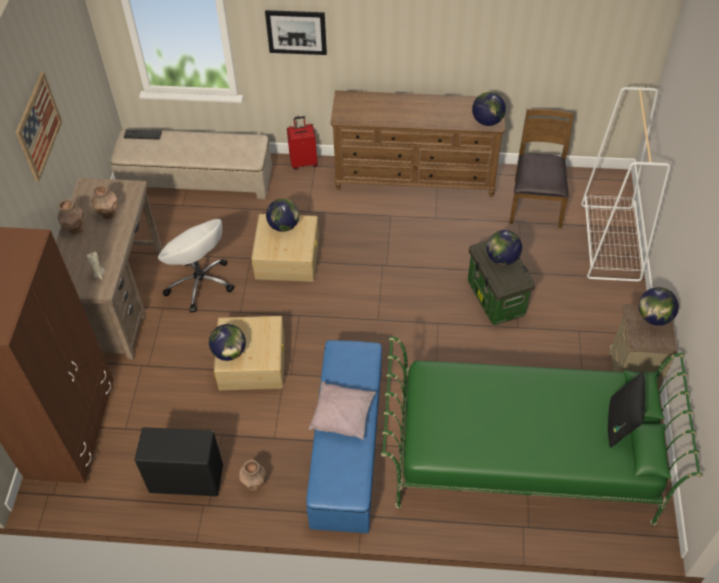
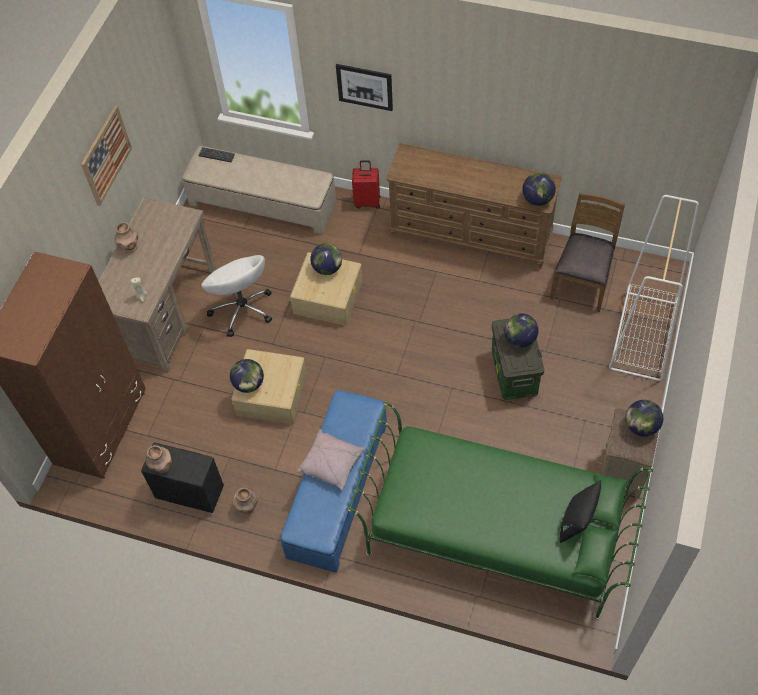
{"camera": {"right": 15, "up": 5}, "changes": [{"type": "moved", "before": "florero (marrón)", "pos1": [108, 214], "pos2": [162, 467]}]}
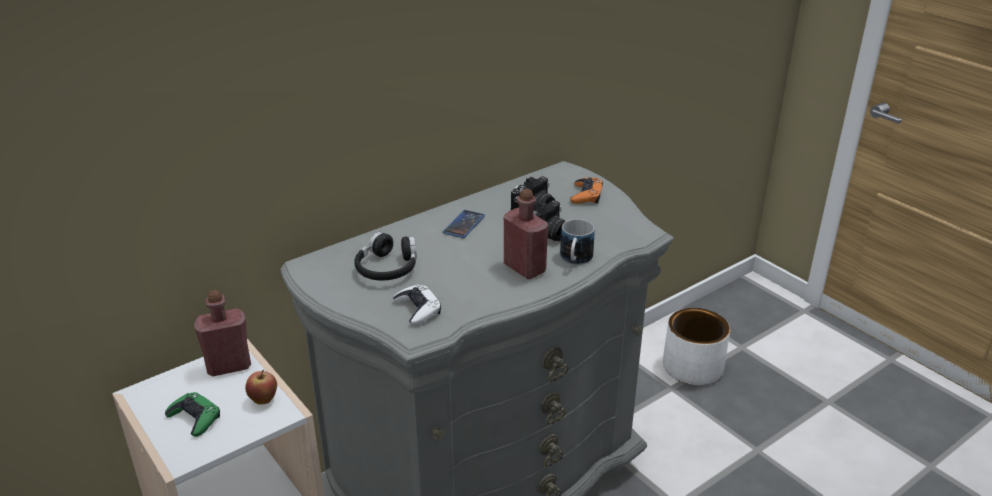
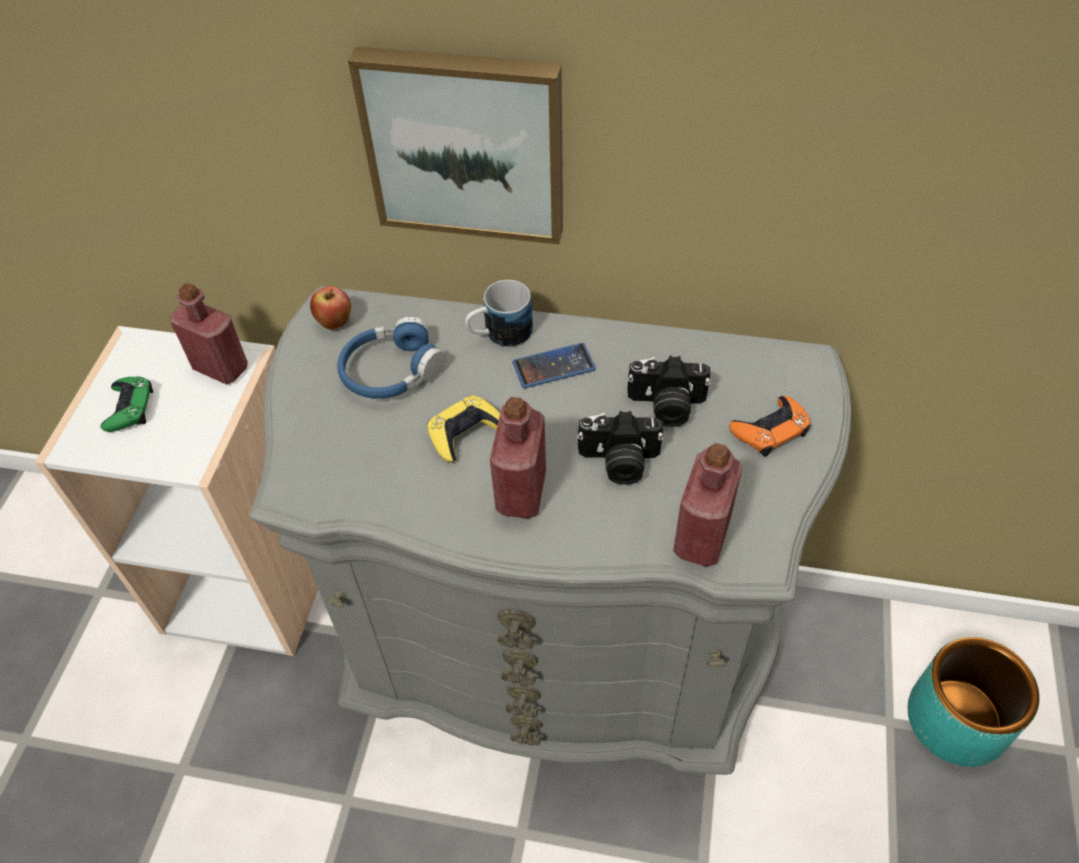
{"camera": {"right": 50, "up": 20}, "changes": [{"type": "moved", "before": "taza grande", "pos1": [575, 260], "pos2": [499, 335]}, {"type": "recoloured", "before": "auriculares (negro)", "after": "auriculares (azul)", "pos1": [387, 268], "pos2": [391, 371]}, {"type": "removed", "before": "mando de consola (blanco)", "pos1": [418, 309]}, {"type": "recoloured", "before": "maceta (blanco)", "after": "maceta (turquesa)", "pos1": [693, 367], "pos2": [957, 720]}, {"type": "moved", "before": "manzana", "pos1": [264, 400], "pos2": [335, 323]}, {"type": "added", "after": "cuadro", "pos2": [466, 143]}, {"type": "added", "after": "mando de consola (amarillo)", "pos2": [465, 433]}, {"type": "added", "after": "botella (rojo)", "pos2": [701, 537]}]}
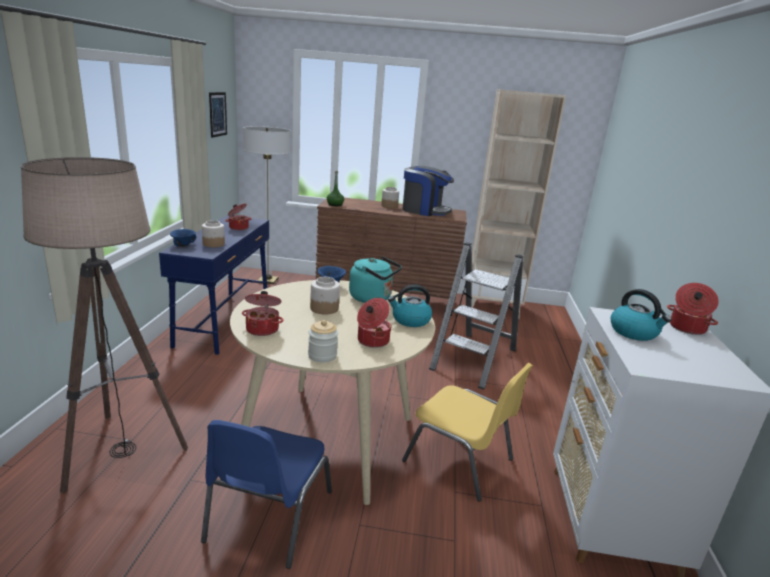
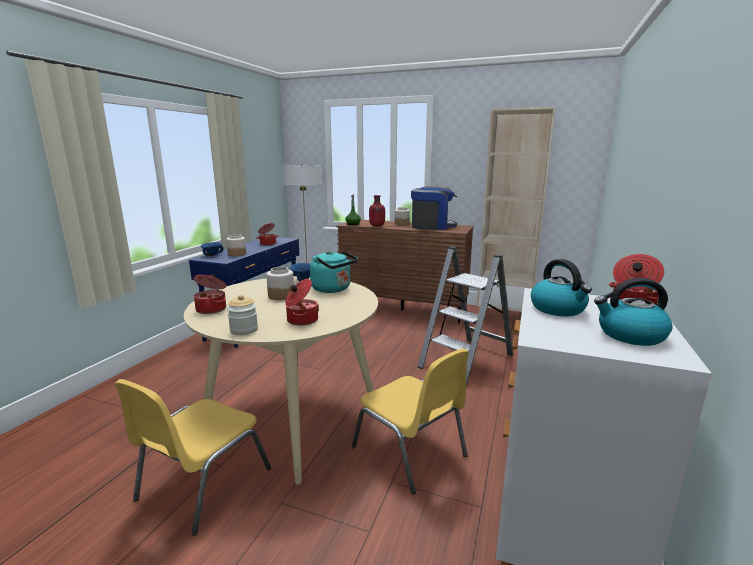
{"camera": {"right": 15, "up": -5}, "changes": [{"type": "removed", "before": "cuadro", "pos1": [217, 114]}, {"type": "removed", "before": "lámpara de pie", "pos1": [120, 450]}, {"type": "turned", "before": "cafetera", "pos1": [424, 211], "pos2": [432, 226], "turn": -45}, {"type": "moved", "before": "hervidor", "pos1": [410, 320], "pos2": [630, 335]}, {"type": "recoloured", "before": "silla (azul)", "after": "silla (amarillo)", "pos1": [267, 516], "pos2": [202, 484]}, {"type": "added", "after": "botella (rojo)", "pos2": [377, 226]}]}
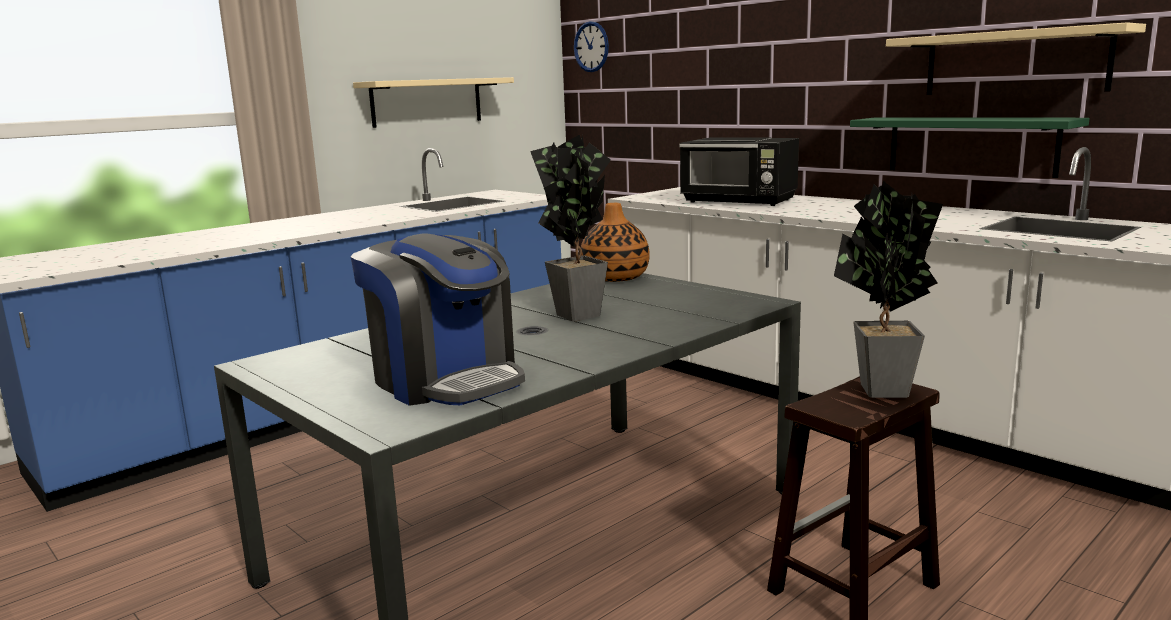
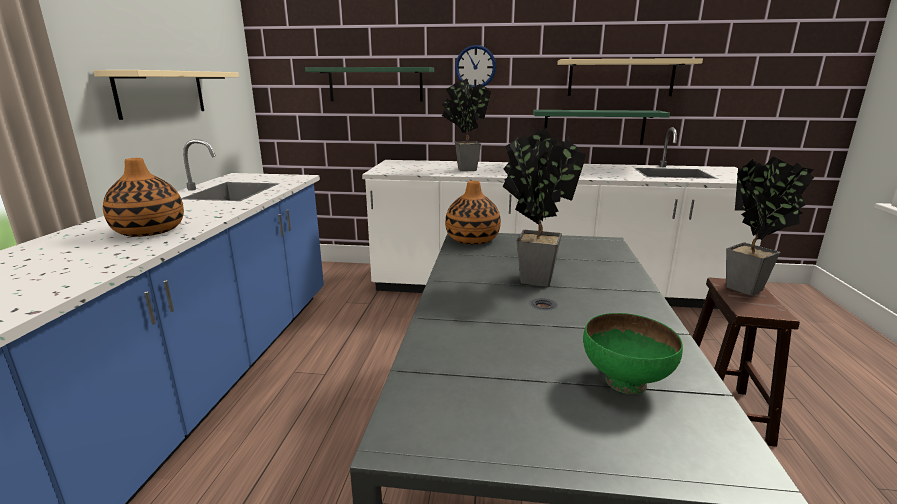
{"camera": {"right": -40, "up": 5}, "changes": [{"type": "moved", "before": "reloj de pared", "pos1": [591, 47], "pos2": [475, 67]}, {"type": "replaced", "before": "microondas (negro)", "after": "planta en maceta", "pos1": [739, 201], "pos2": [463, 169]}, {"type": "replaced", "before": "cafetera", "after": "cuenco (verde)", "pos1": [446, 380], "pos2": [624, 382]}, {"type": "added", "after": "estante (verde)", "pos2": [375, 84]}, {"type": "added", "after": "florero", "pos2": [149, 231]}]}
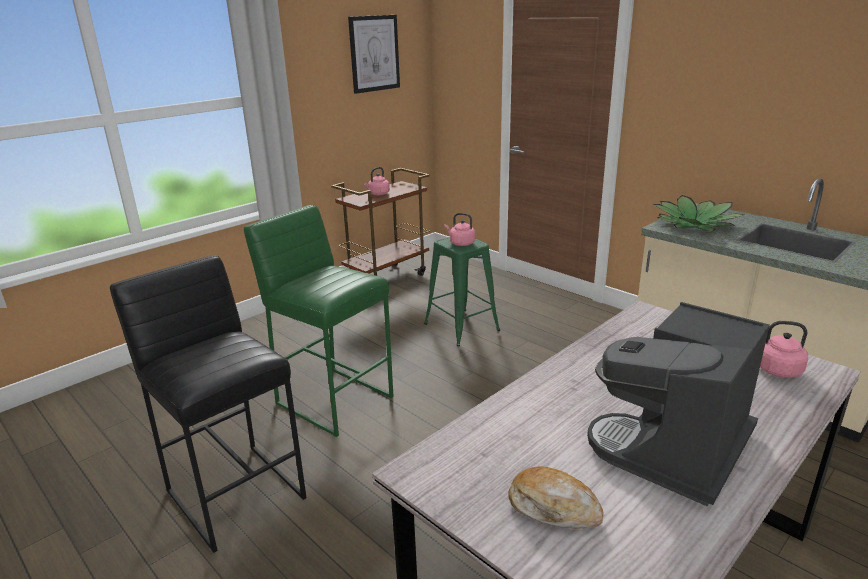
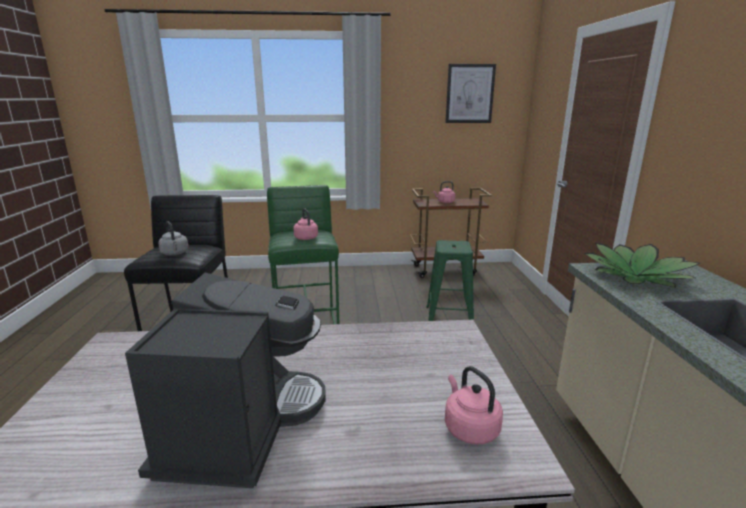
{"camera": {"right": 40, "up": -5}, "changes": [{"type": "moved", "before": "hervidor (rosa)", "pos1": [461, 243], "pos2": [305, 237]}, {"type": "turned", "before": "cafetera", "pos1": [675, 449], "pos2": [241, 425], "turn": 105}, {"type": "removed", "before": "pan", "pos1": [553, 507]}, {"type": "added", "after": "hervidor (gris)", "pos2": [175, 253]}]}
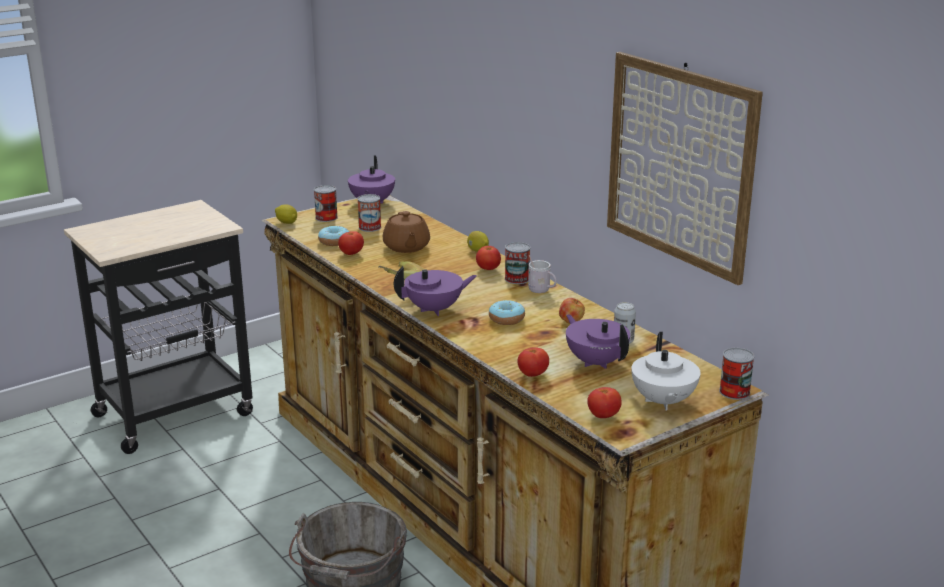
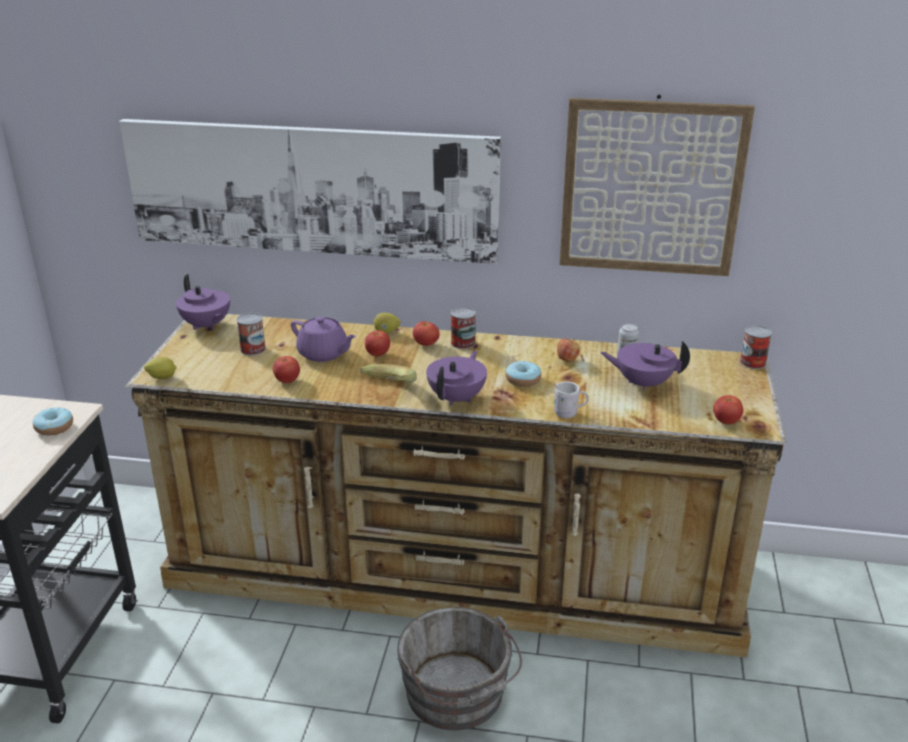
{"camera": {"right": -45, "up": 5}, "changes": [{"type": "removed", "before": "lata", "pos1": [326, 217]}, {"type": "recoloured", "before": "tetera (marrón)", "after": "tetera (morado)", "pos1": [406, 247], "pos2": [323, 354]}, {"type": "moved", "before": "rosquilla", "pos1": [334, 241], "pos2": [54, 427]}, {"type": "moved", "before": "taza grande (blanco)", "pos1": [541, 291], "pos2": [569, 413]}, {"type": "removed", "before": "tetera (blanco)", "pos1": [662, 402]}, {"type": "moved", "before": "tomate", "pos1": [533, 374], "pos2": [377, 354]}, {"type": "added", "after": "cuadro", "pos2": [311, 189]}]}
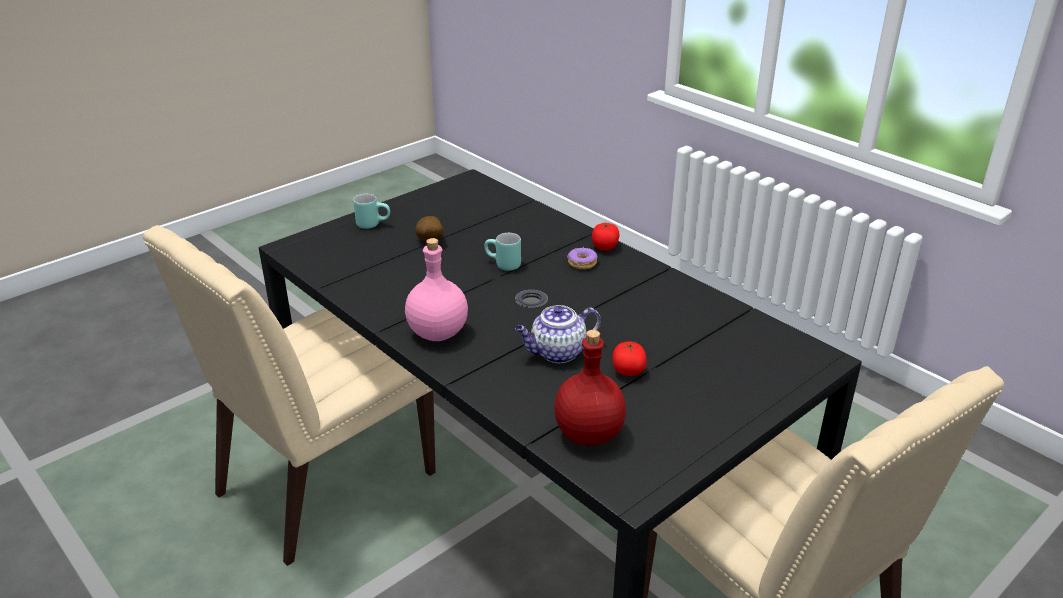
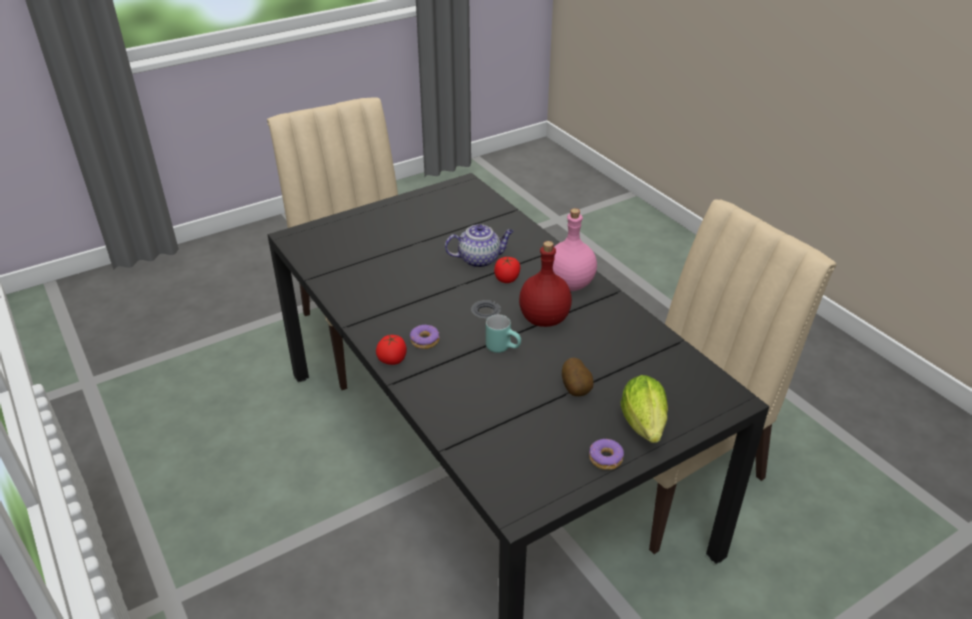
{"camera": {"right": -170, "up": 5}, "changes": [{"type": "replaced", "before": "taza grande (turquesa)", "after": "lechuga", "pos1": [373, 224], "pos2": [644, 427]}, {"type": "moved", "before": "botella (rojo)", "pos1": [589, 433], "pos2": [544, 319]}, {"type": "moved", "before": "tomate", "pos1": [628, 371], "pos2": [507, 279]}, {"type": "added", "after": "rosquilla", "pos2": [605, 459]}]}
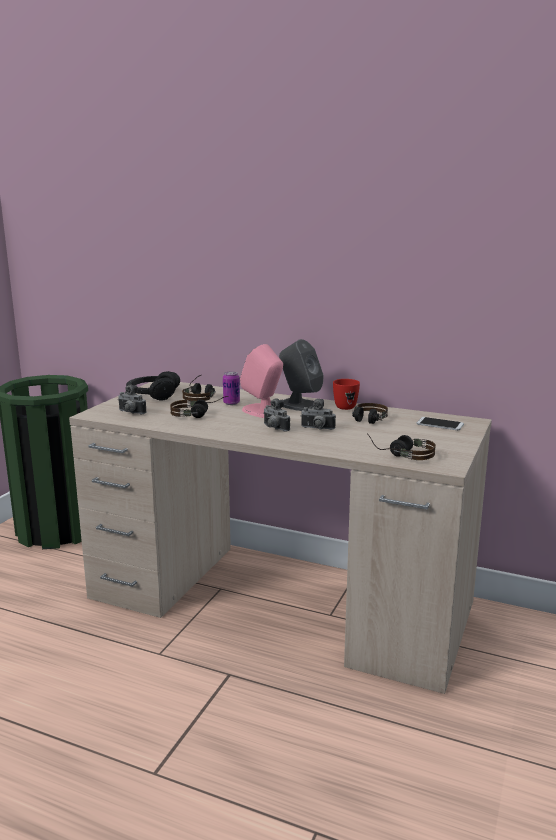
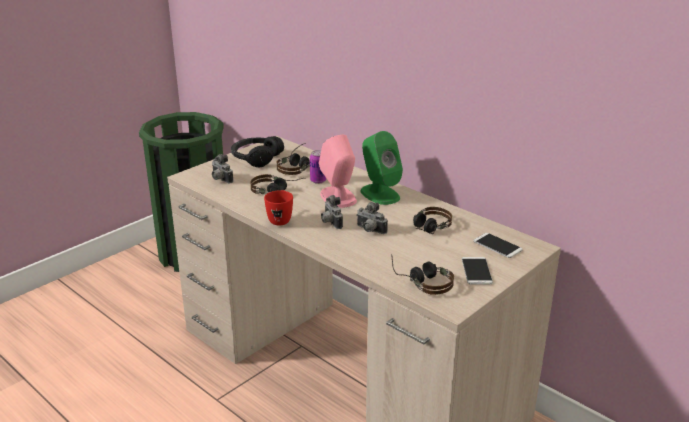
{"camera": {"right": 20, "up": 10}, "changes": [{"type": "recoloured", "before": "altavoz (gris)", "after": "altavoz (verde)", "pos1": [299, 405], "pos2": [379, 194]}, {"type": "moved", "before": "taza grande (rojo)", "pos1": [343, 406], "pos2": [280, 219]}, {"type": "added", "after": "móvil", "pos2": [476, 271]}]}
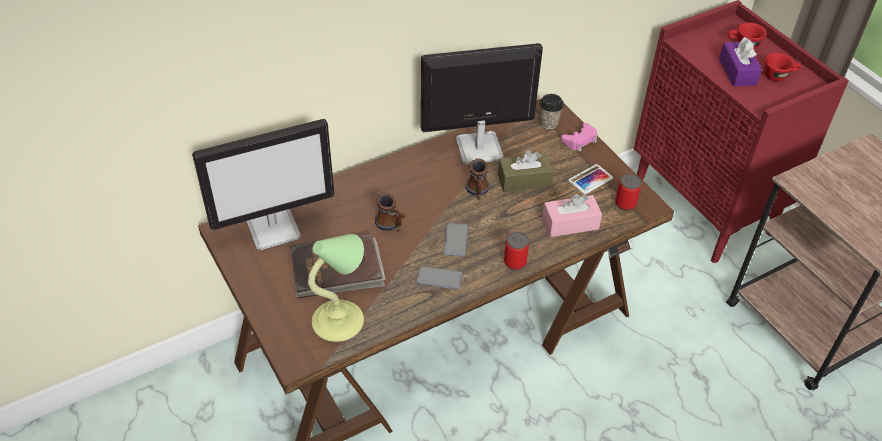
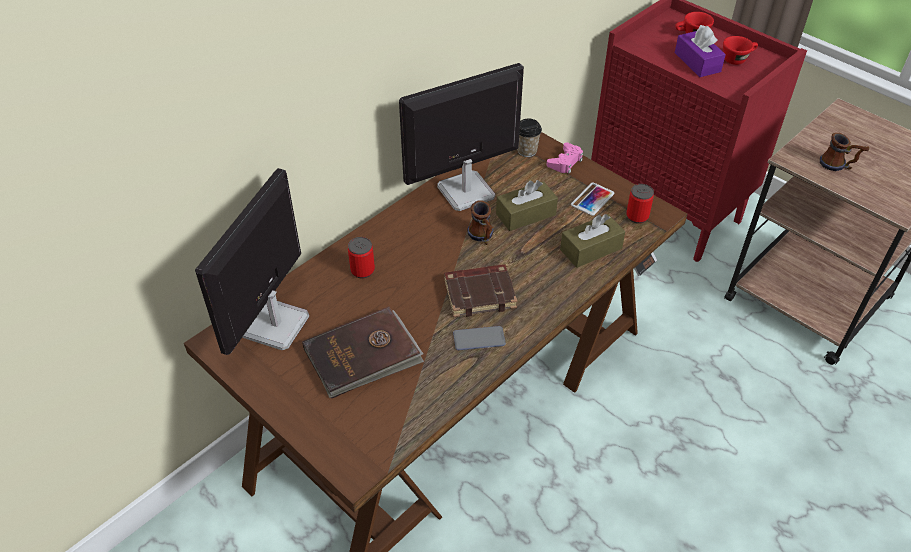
{"camera": {"right": -15, "up": 0}, "changes": [{"type": "turned", "before": "monitor", "pos1": [274, 228], "pos2": [275, 326], "turn": 150}, {"type": "moved", "before": "taza grande", "pos1": [391, 226], "pos2": [838, 166]}, {"type": "recoloured", "before": "caja de pañuelos (rosa)", "after": "caja de pañuelos (marrón)", "pos1": [570, 223], "pos2": [591, 249]}, {"type": "replaced", "before": "móvil", "after": "libro (marrón)", "pos1": [456, 240], "pos2": [480, 293]}, {"type": "moved", "before": "lata", "pos1": [515, 262], "pos2": [362, 270]}, {"type": "removed", "before": "lámpara de mesa", "pos1": [340, 321]}]}
